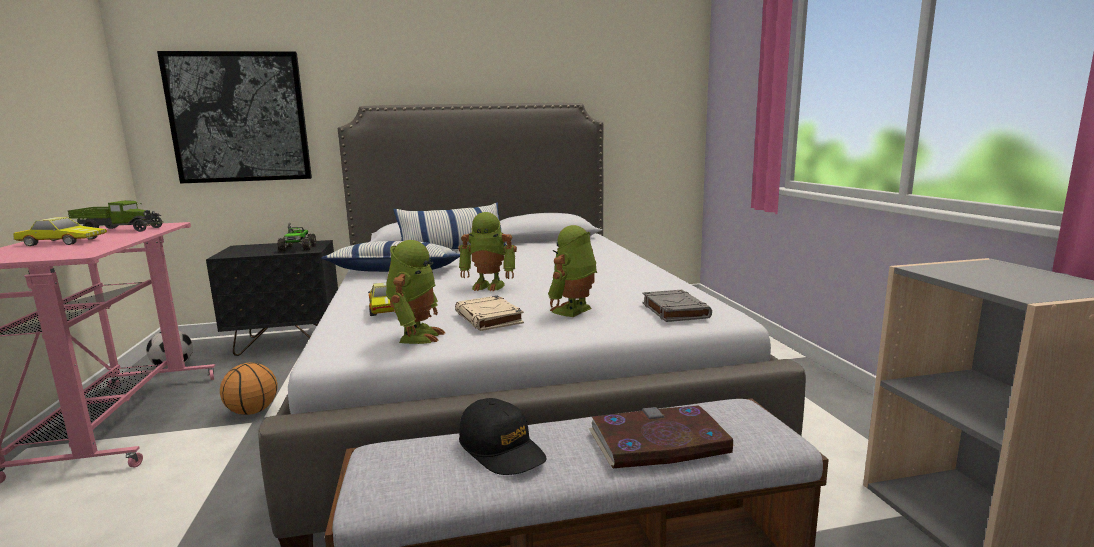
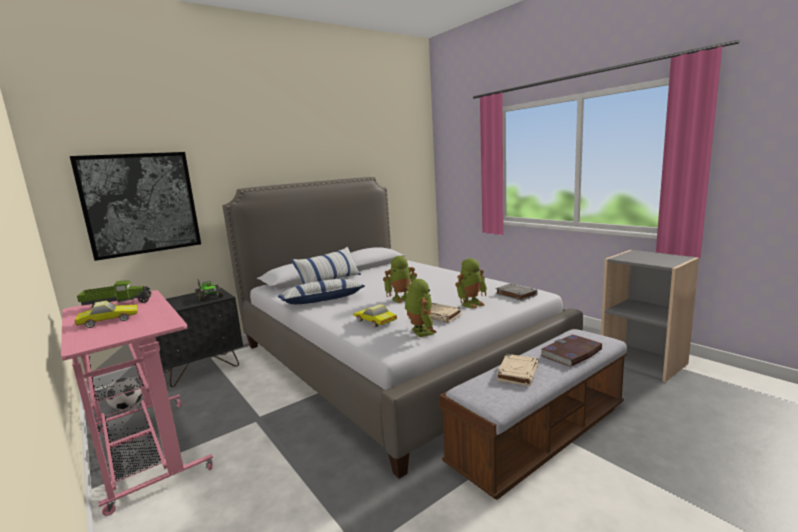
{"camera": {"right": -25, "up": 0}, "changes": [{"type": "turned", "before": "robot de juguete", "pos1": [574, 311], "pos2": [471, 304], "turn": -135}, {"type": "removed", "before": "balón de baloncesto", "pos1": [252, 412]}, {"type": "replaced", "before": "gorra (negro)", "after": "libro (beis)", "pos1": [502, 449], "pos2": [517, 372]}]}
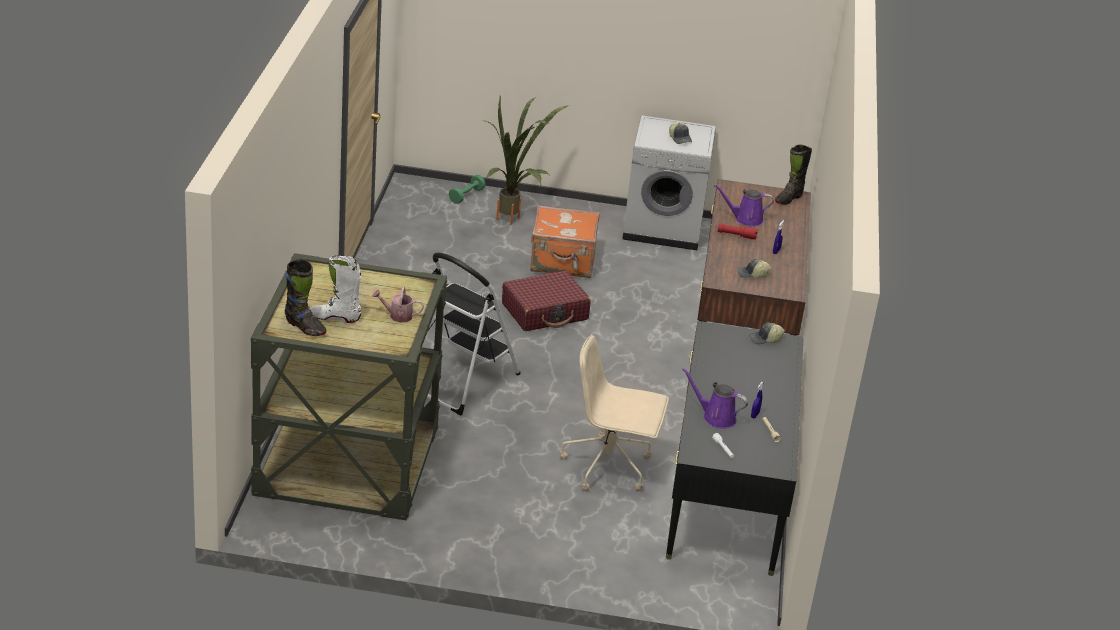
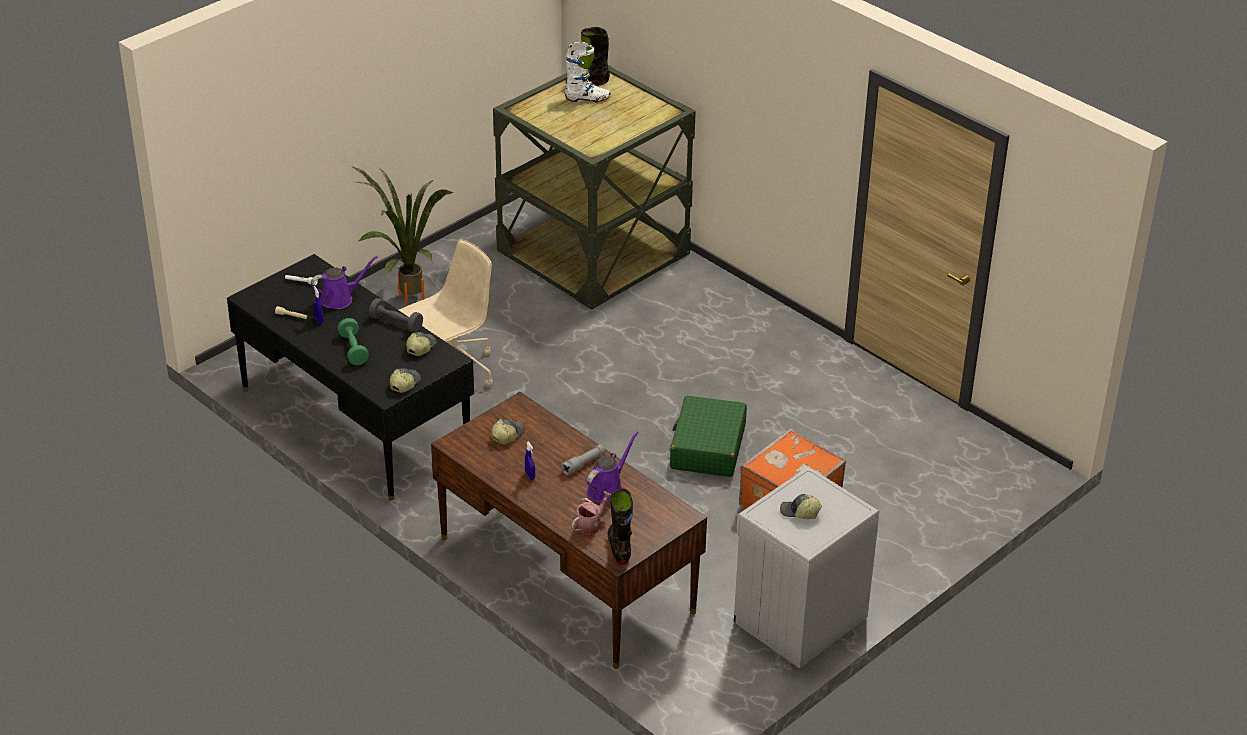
{"camera": {"right": 130, "up": 5}, "changes": [{"type": "moved", "before": "planta en maceta", "pos1": [513, 222], "pos2": [403, 298]}, {"type": "moved", "before": "mancuerna (verde)", "pos1": [466, 196], "pos2": [353, 349]}, {"type": "recoloured", "before": "linterna (rojo)", "after": "linterna (gris)", "pos1": [736, 235], "pos2": [583, 464]}, {"type": "removed", "before": "escalera de tijera", "pos1": [461, 382]}, {"type": "turned", "before": "bota (blanco)", "pos1": [334, 317], "pos2": [587, 99], "turn": 45}, {"type": "recoloured", "before": "maleta (rojo)", "after": "maleta (verde)", "pos1": [545, 312], "pos2": [707, 447]}, {"type": "moved", "before": "regadera", "pos1": [397, 315], "pos2": [591, 524]}, {"type": "added", "after": "mancuerna (gris)", "pos2": [396, 323]}, {"type": "added", "after": "gorra", "pos2": [420, 347]}]}
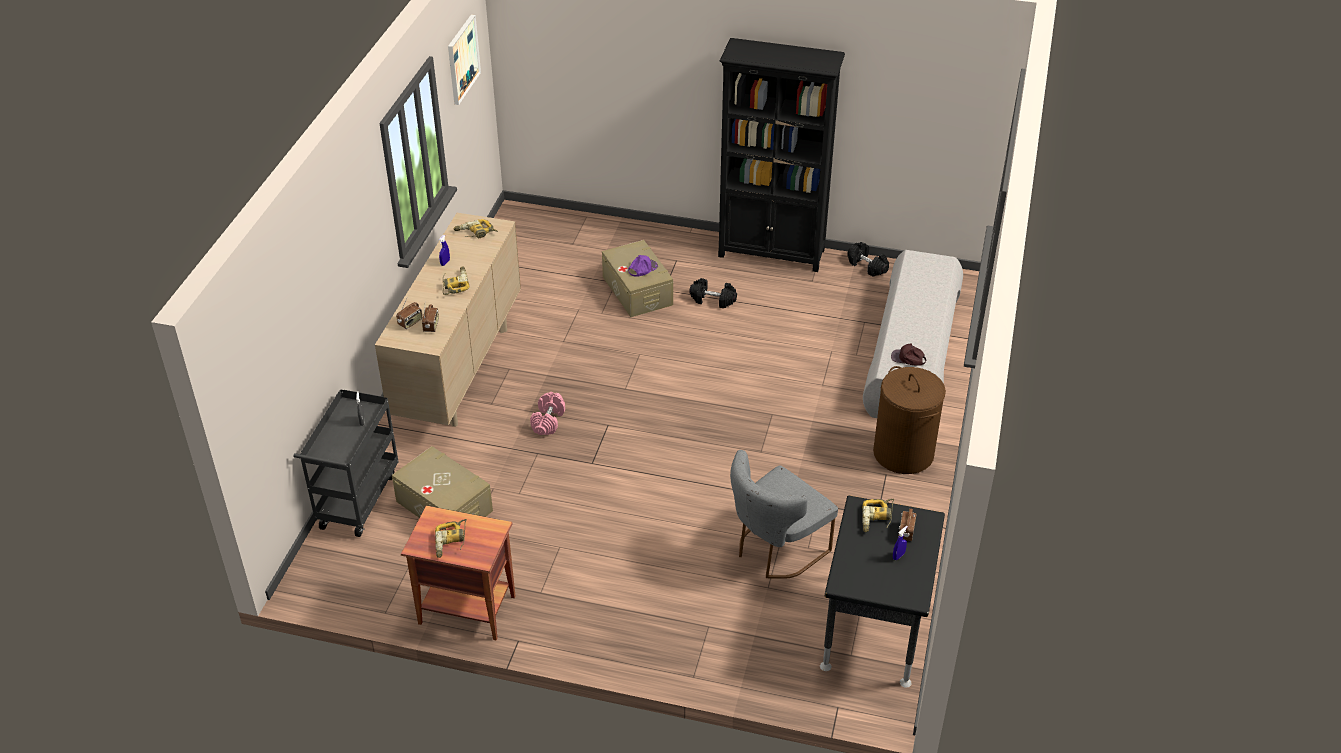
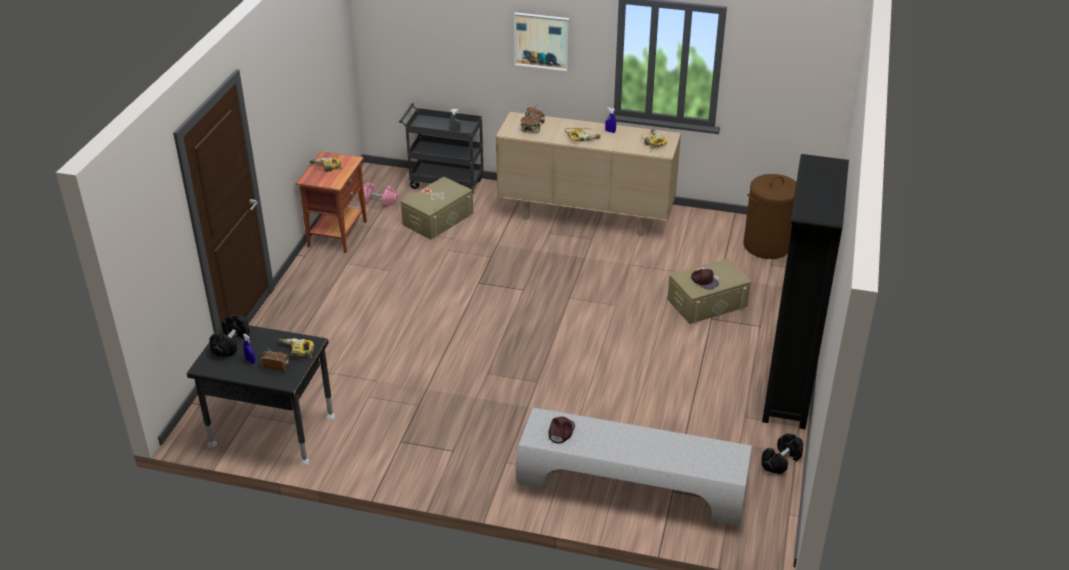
{"camera": {"right": 90, "up": -5}, "changes": [{"type": "moved", "before": "cuadro", "pos1": [462, 59], "pos2": [541, 41]}, {"type": "recoloured", "before": "gorra (morado)", "after": "gorra (marrón)", "pos1": [642, 268], "pos2": [704, 281]}, {"type": "moved", "before": "mancuerna (negro)", "pos1": [712, 300], "pos2": [230, 343]}, {"type": "moved", "before": "cesto de la ropa (marrón)", "pos1": [904, 453], "pos2": [767, 246]}, {"type": "moved", "before": "mancuerna (rosa)", "pos1": [548, 421], "pos2": [379, 201]}, {"type": "removed", "before": "silla (gris)", "pos1": [775, 550]}]}
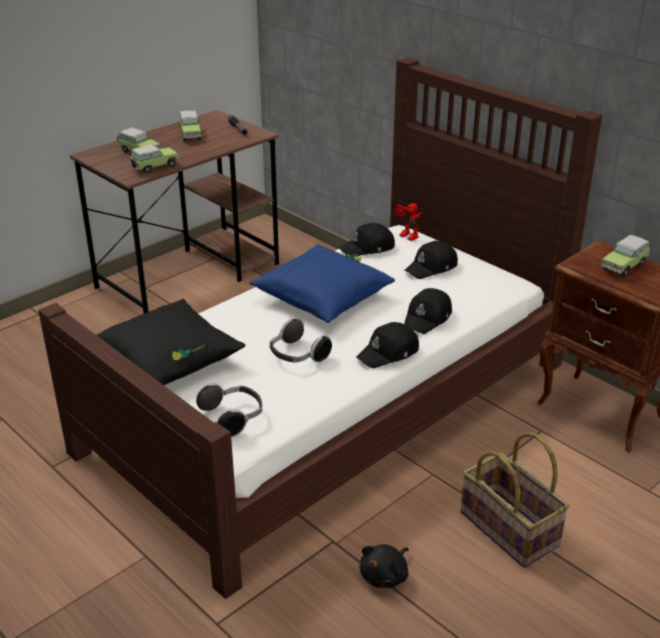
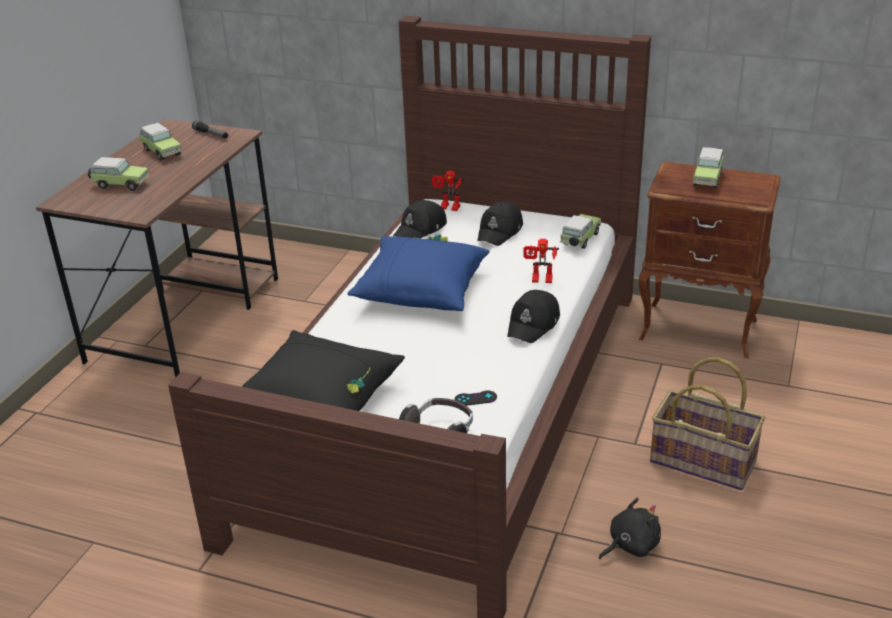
{"camera": {"right": -25, "up": 0}, "changes": [{"type": "moved", "before": "coche de juguete", "pos1": [153, 167], "pos2": [579, 240]}, {"type": "replaced", "before": "gorra (negro)", "after": "robot de juguete", "pos1": [428, 318], "pos2": [540, 280]}, {"type": "removed", "before": "auriculares", "pos1": [297, 356]}, {"type": "turned", "before": "peluche (negro)", "pos1": [385, 576], "pos2": [630, 545], "turn": -135}, {"type": "added", "after": "mando de consola (negro)", "pos2": [475, 398]}]}
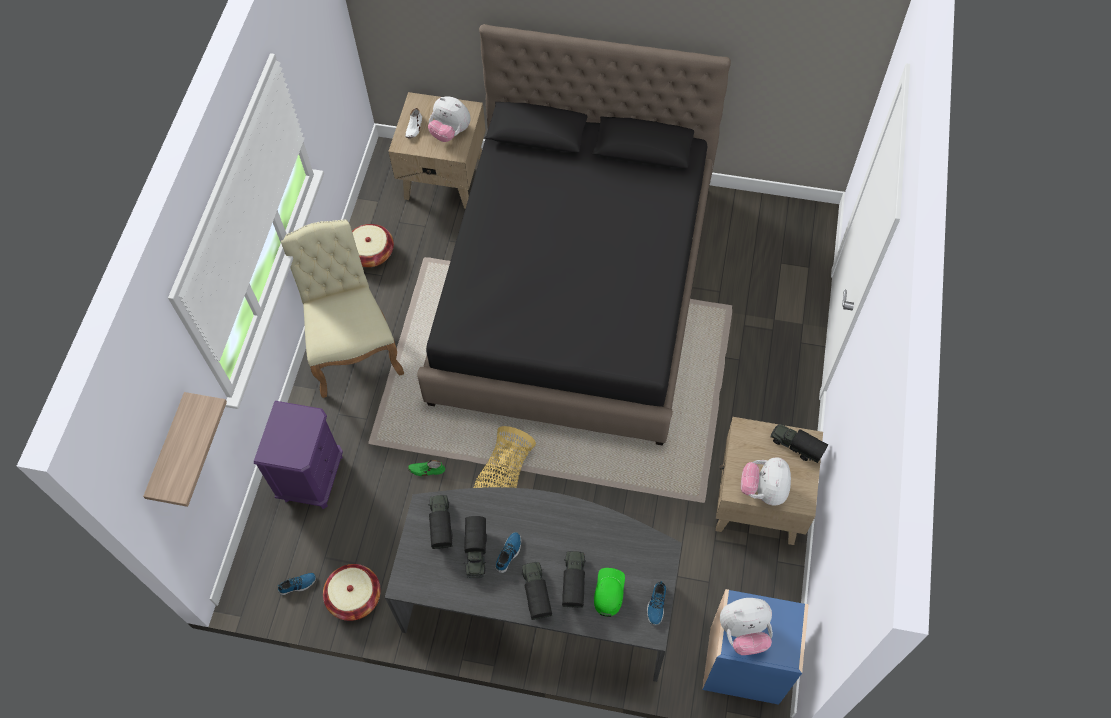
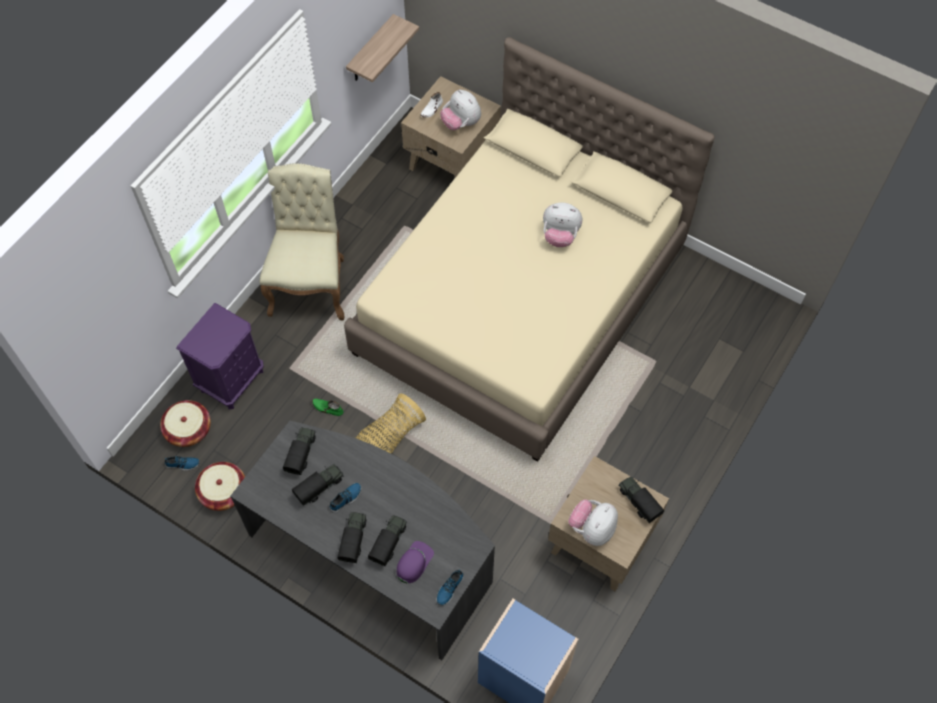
{"camera": {"right": 20, "up": 0}, "changes": [{"type": "recoloured", "before": "cama (negro)", "after": "cama (beis)", "pos1": [574, 291], "pos2": [521, 300]}, {"type": "moved", "before": "cesta", "pos1": [371, 253], "pos2": [188, 429]}, {"type": "moved", "before": "estante", "pos1": [170, 452], "pos2": [370, 50]}, {"type": "turned", "before": "camión de juguete", "pos1": [476, 552], "pos2": [320, 487], "turn": -150}, {"type": "recoloured", "before": "gorra (verde)", "after": "gorra (morado)", "pos1": [609, 592], "pos2": [414, 562]}, {"type": "moved", "before": "peluche", "pos1": [744, 631], "pos2": [560, 236]}]}
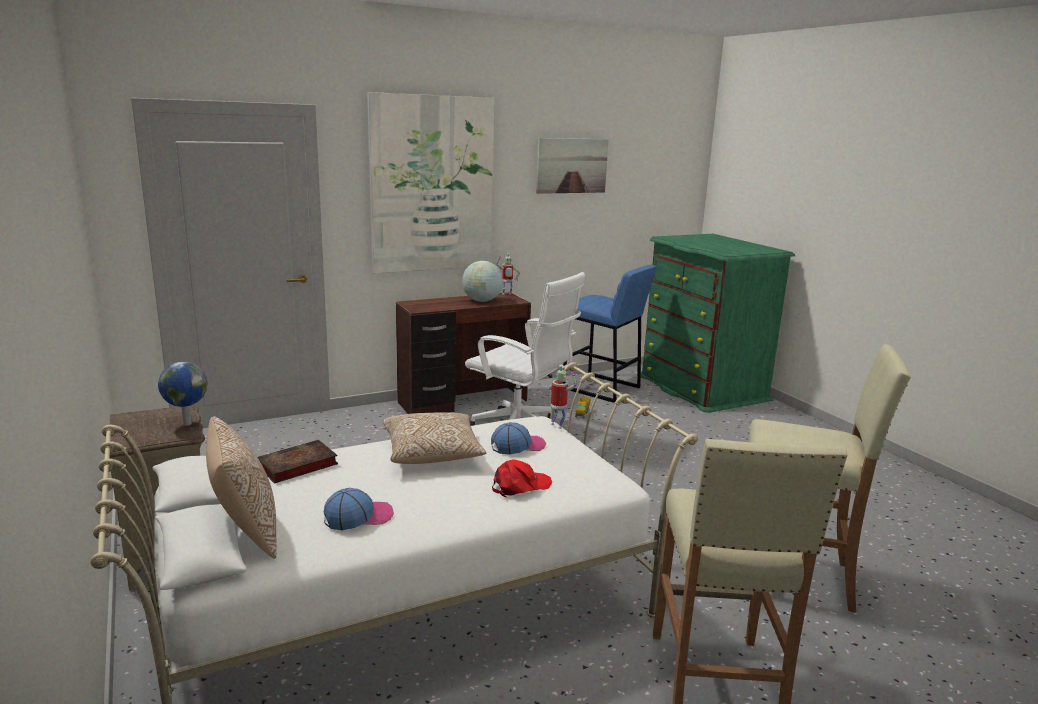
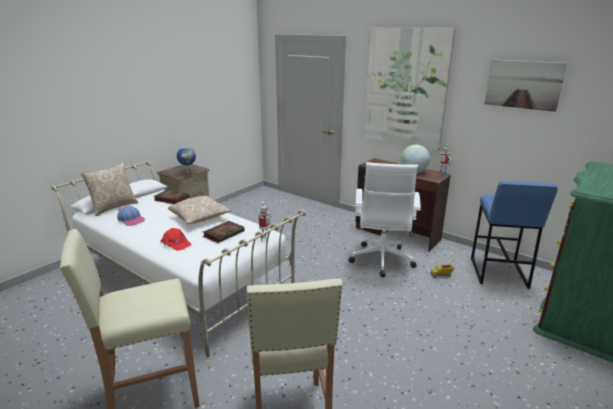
{"camera": {"right": 65, "up": 5}, "changes": [{"type": "replaced", "before": "gorra", "after": "libro", "pos1": [518, 445], "pos2": [224, 233]}]}
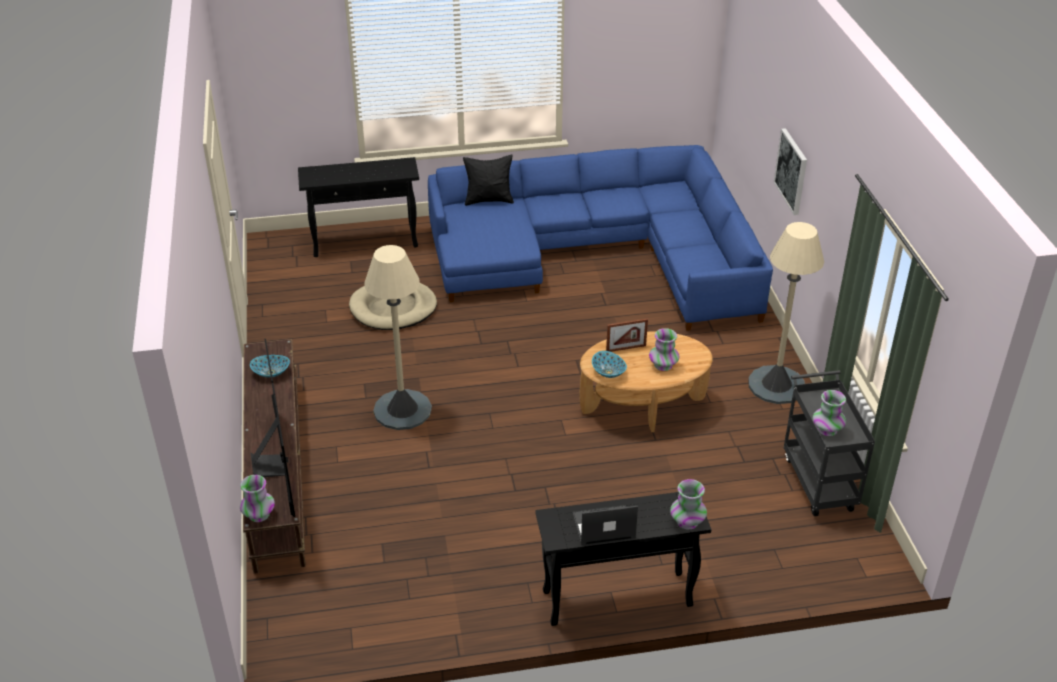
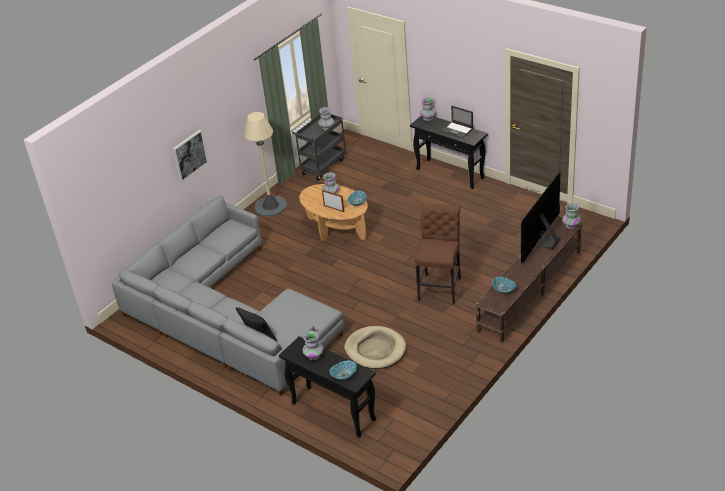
{"camera": {"right": -130, "up": 0}, "changes": [{"type": "recoloured", "before": "sofá (azul)", "after": "sofá (gris)", "pos1": [599, 254], "pos2": [227, 316]}, {"type": "replaced", "before": "lámpara de pie (beis)", "after": "taburete (marrón)", "pos1": [402, 410], "pos2": [440, 287]}, {"type": "added", "after": "florero", "pos2": [314, 356]}, {"type": "added", "after": "cuenco", "pos2": [344, 375]}]}
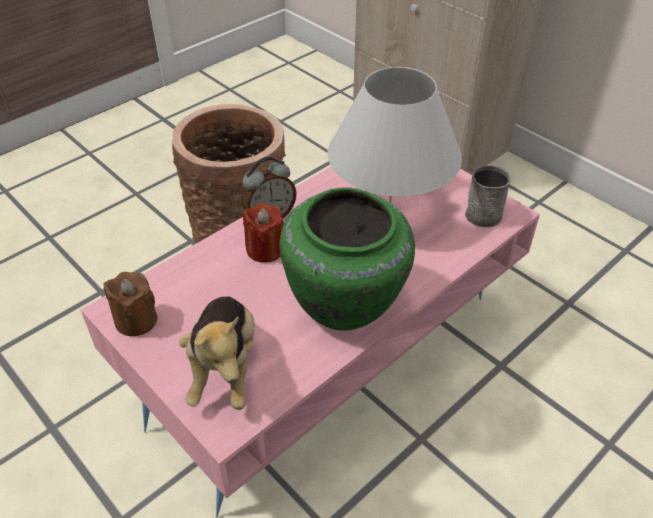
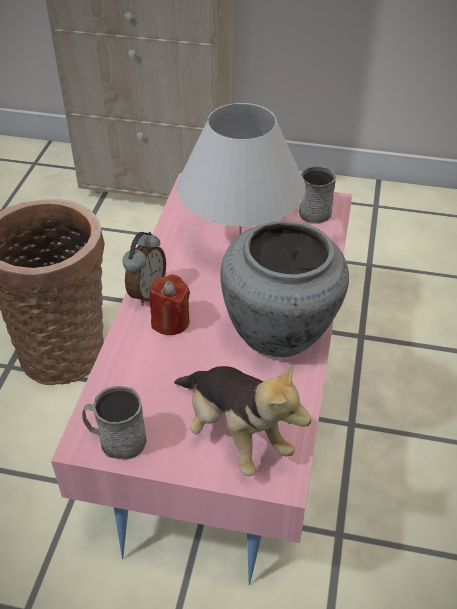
{"camera": {"right": -35, "up": 0}, "changes": [{"type": "recoloured", "before": "florero (verde)", "after": "florero (gris)", "pos1": [345, 306], "pos2": [280, 334]}, {"type": "replaced", "before": "vela (marrón)", "after": "taza grande (gris)", "pos1": [136, 320], "pos2": [116, 440]}]}
